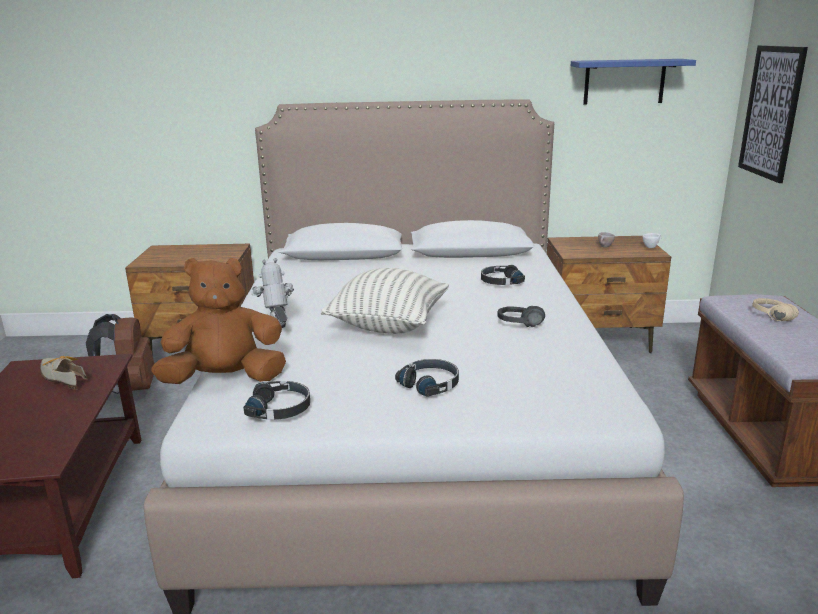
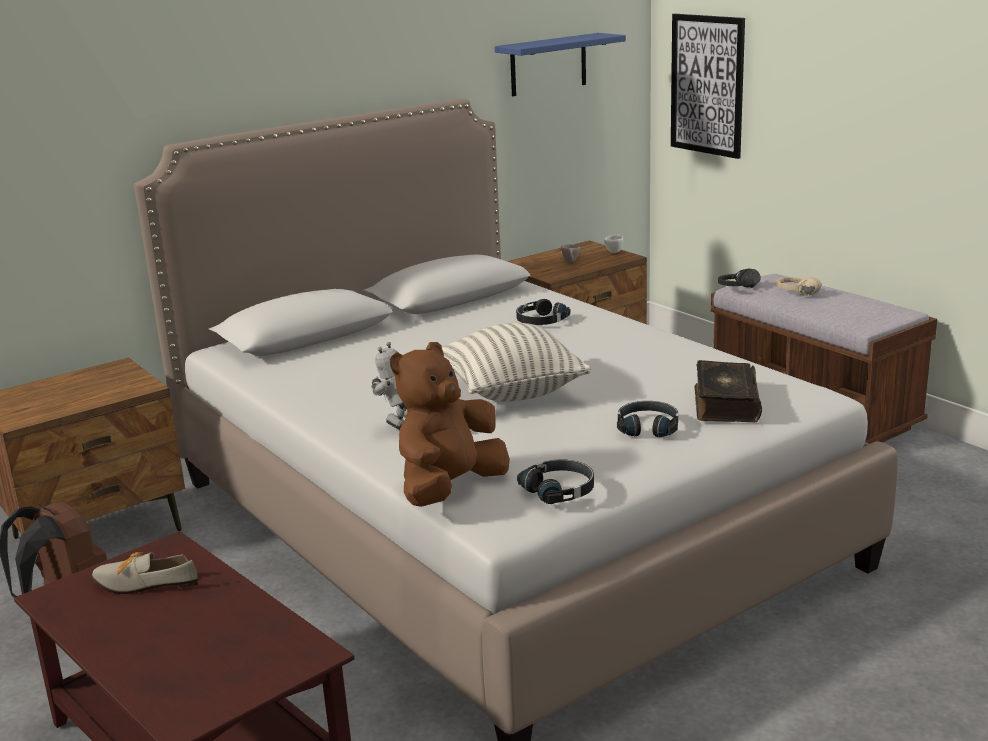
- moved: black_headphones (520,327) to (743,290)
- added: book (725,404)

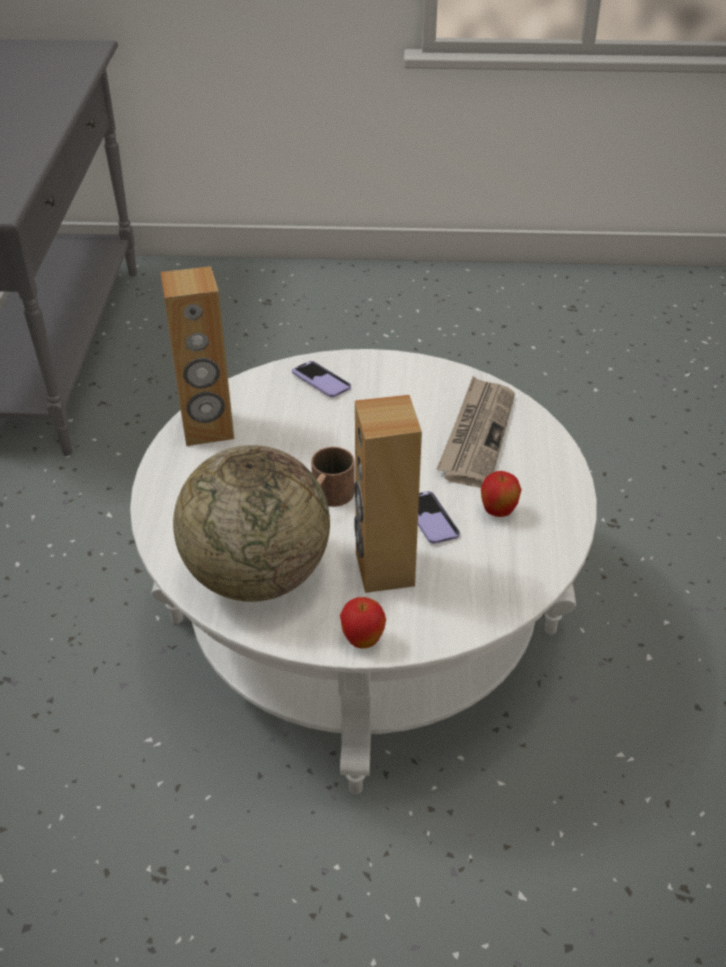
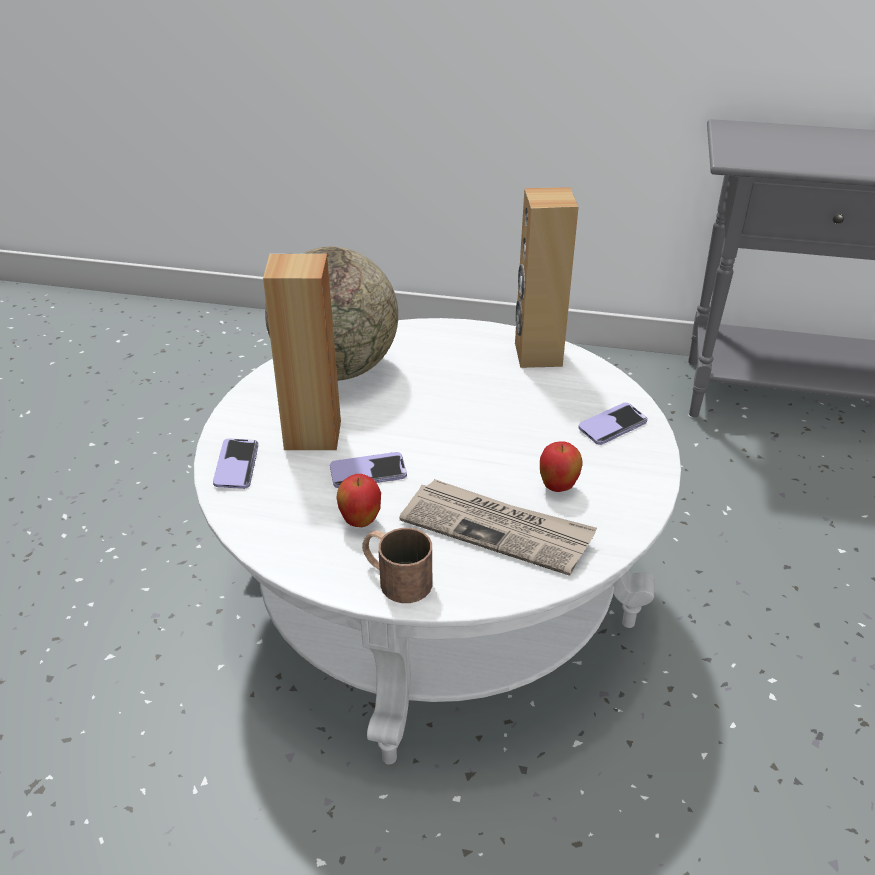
- moved: brown_mug (328,499) to (395,577)
- moved: apple (362,641) to (558,487)
- added: phone (236,465)

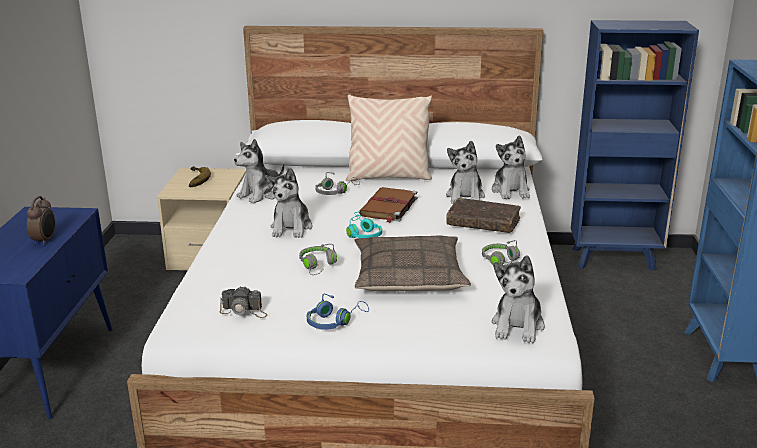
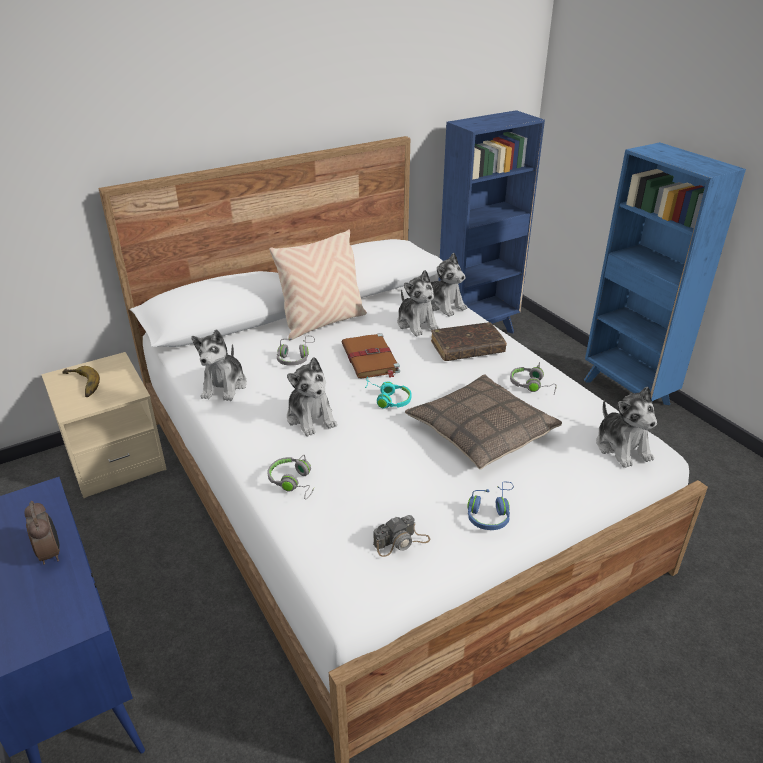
- moved: grey_headphones (318,266) to (294,482)

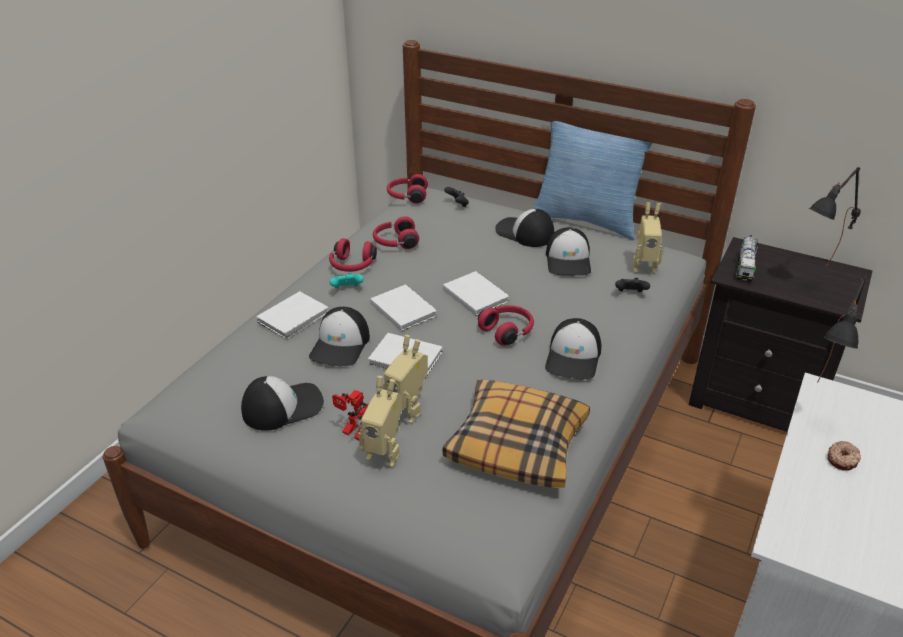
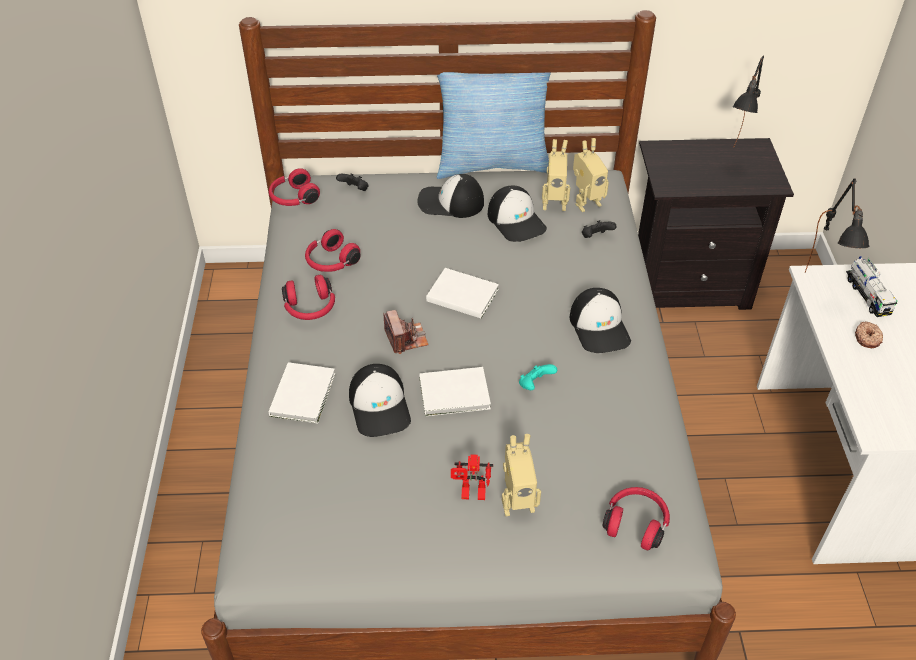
- removed: cap (283,406)
- moved: turquoise_game_controller (347,289) to (535,385)
- replaced: white_book (403,309) to photo_camera (406,339)
- moved: toy_robot (408,410) to (554,203)
- removed: pillow (517,444)
- moved: red_headphones (507,331) to (636,523)
- moved: toy_truck (744,268) to (867,296)

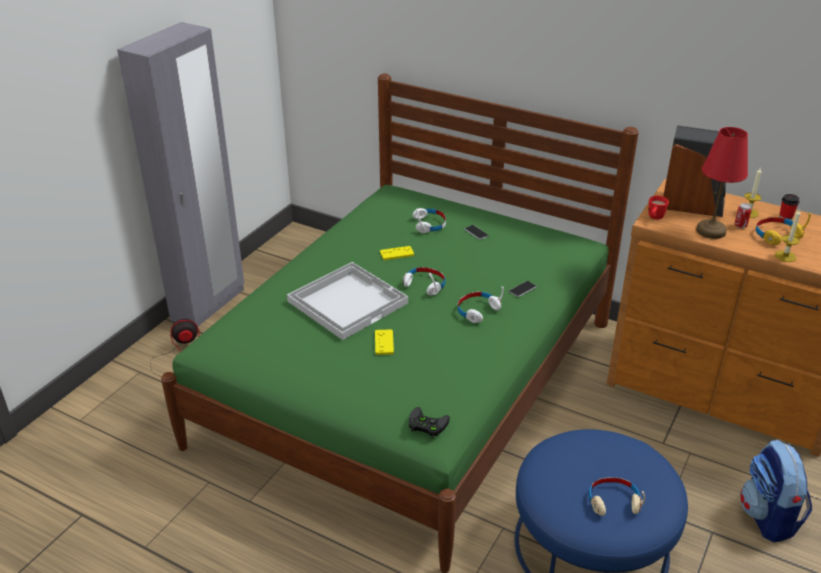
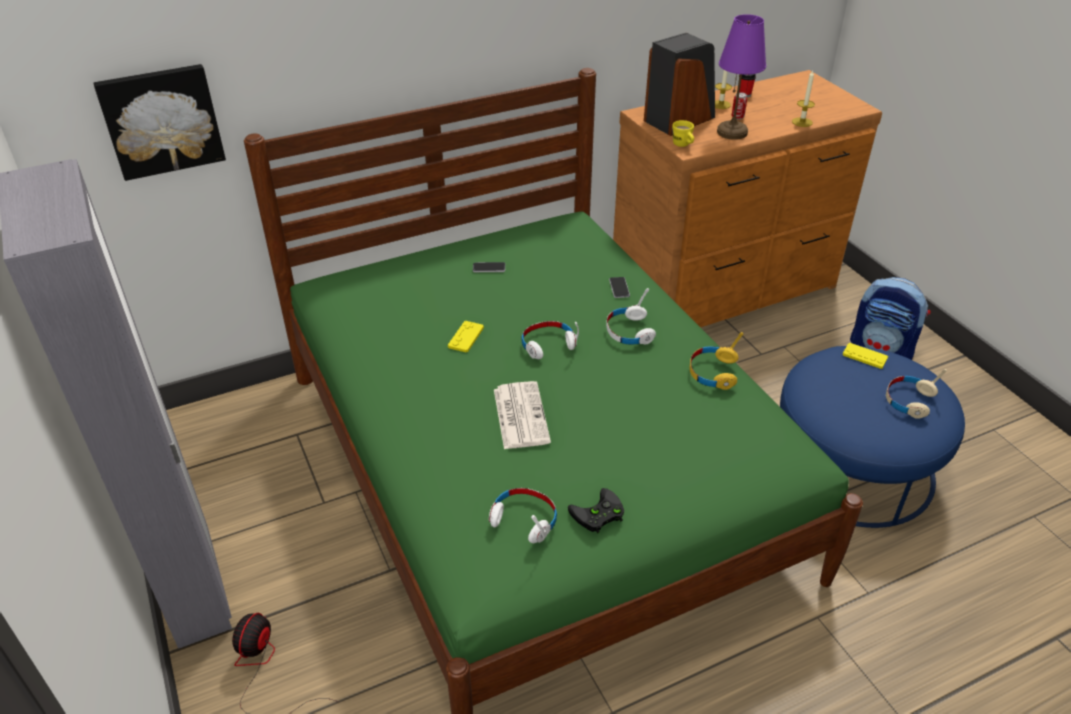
- replaced: white_tray (347,301) to newspaper (520,415)
- moved: yellow_game_controller (384,343) to (864,356)
- moved: black_game_controller (425,424) to (597,515)
- moved: white_headphones (429,225) to (524,520)
- recoloured: red_mug (654,218) to yellow_mug (683,145)
- recoloured: red_table_lamp (711,231) to purple_table_lamp (732,132)
- moved: yellow_headphones (776,235) to (712,373)
- added: picture (162,120)

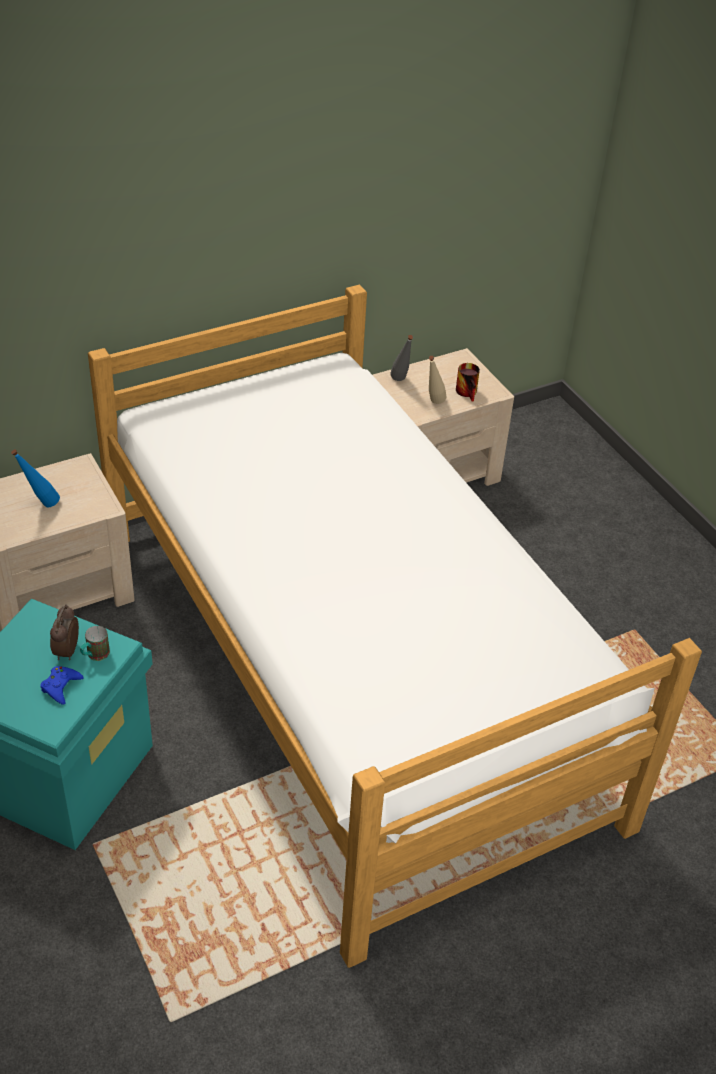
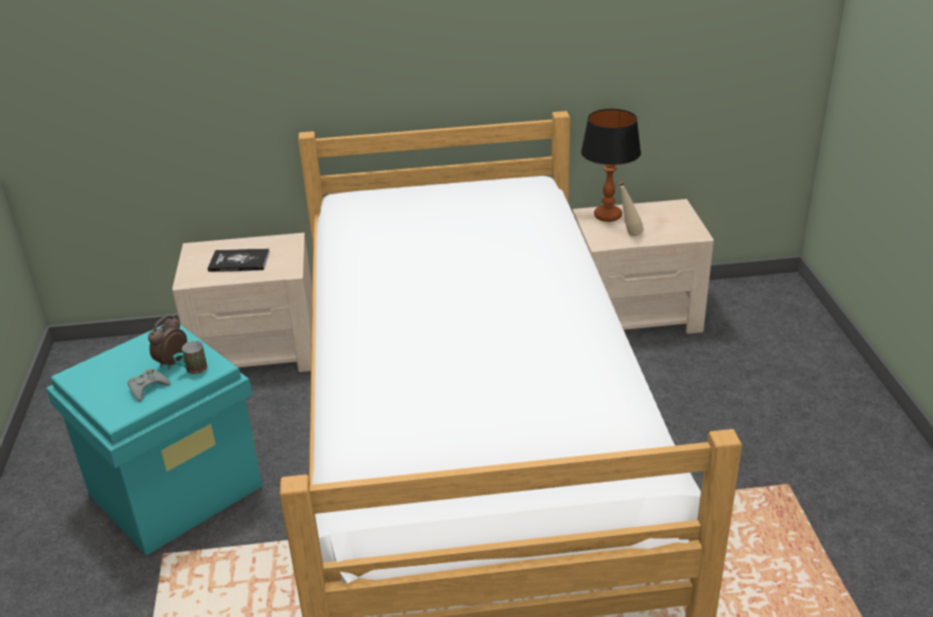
- replaced: blue_bottle (41,505) to book (239,261)
- recoloured: blue_game_controller (61,687) to grey_game_controller (147,388)
- replaced: grey_bottle (401,382) to table_lamp (607,216)
- removed: mug (469,392)

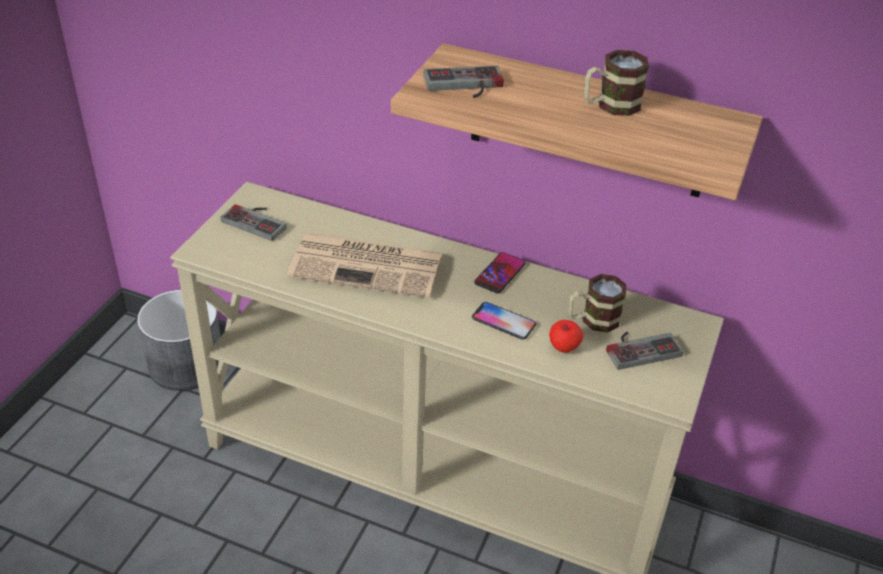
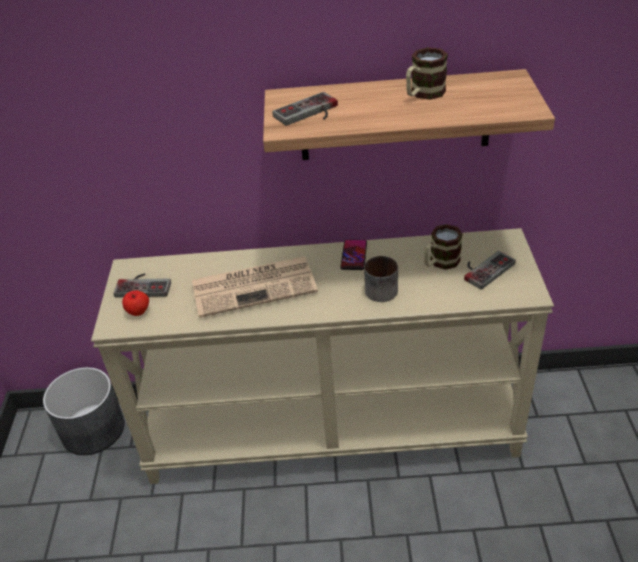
- replaced: phone (503,322) to mug (381,288)
- moved: apple (564,347) to (138,312)

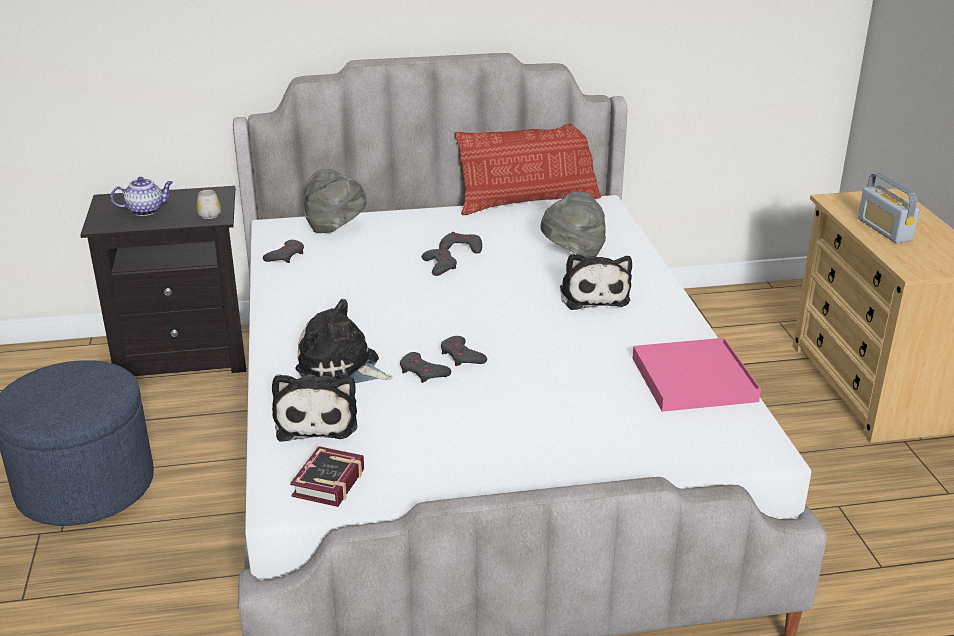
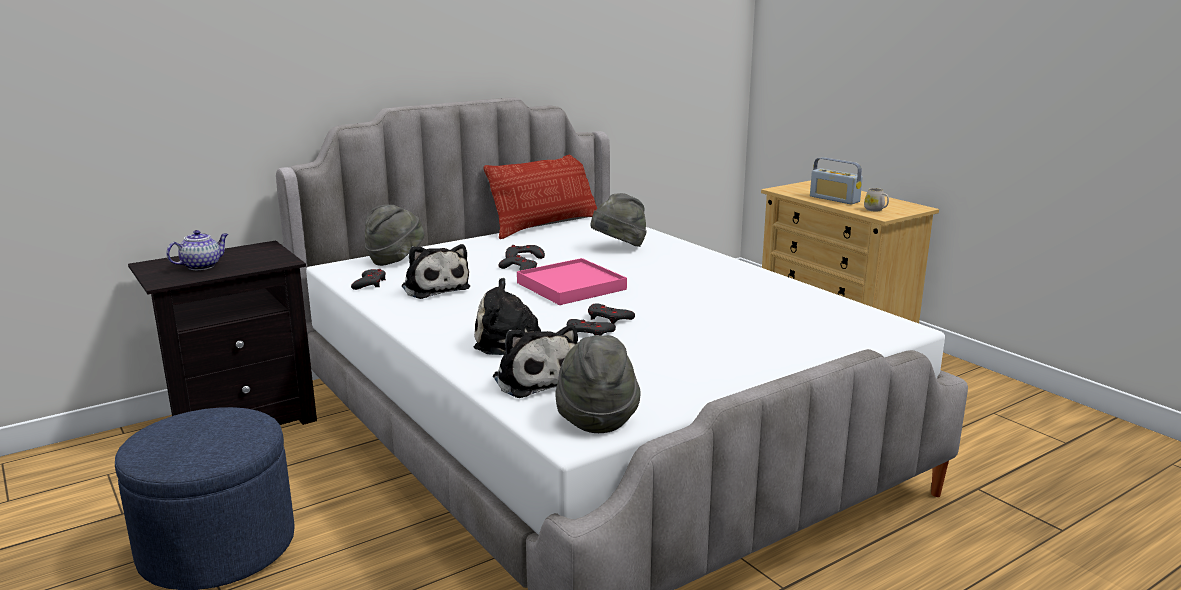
- moved: white_mug (209,216) to (876,210)
- replaced: book (325,484) to grey_hat (596,417)
- moved: plush_toy (593,295) to (434,287)
- moved: pink_tray (693,379) to (571,286)

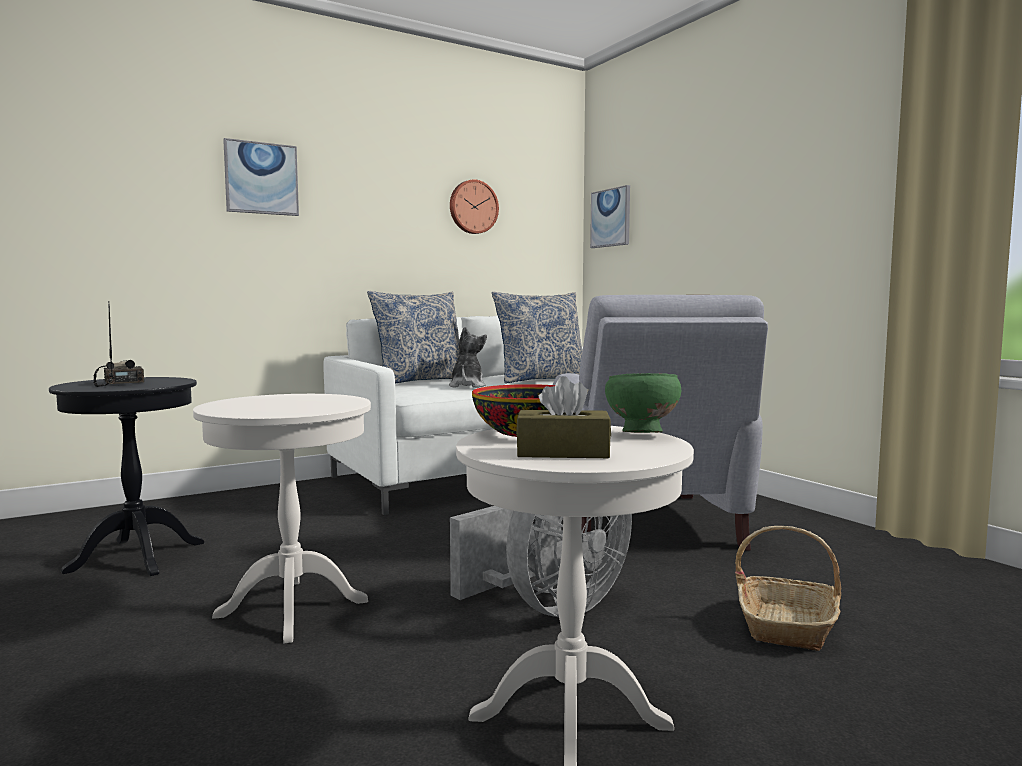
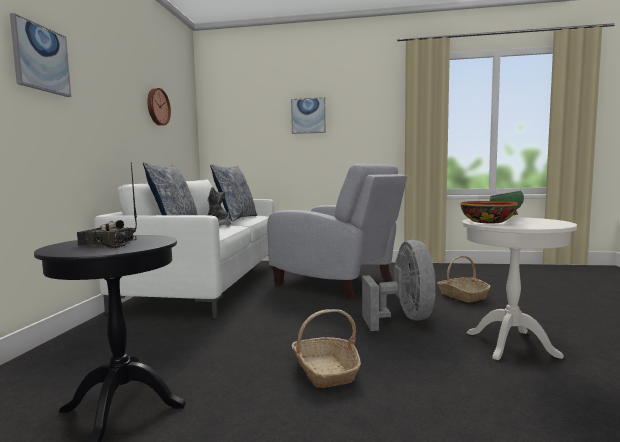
- replaced: white_side_table (292,608) to basket (325,371)
- removed: brown_tissue_box (563,452)
- moved: picture (611,218) to (308,116)

